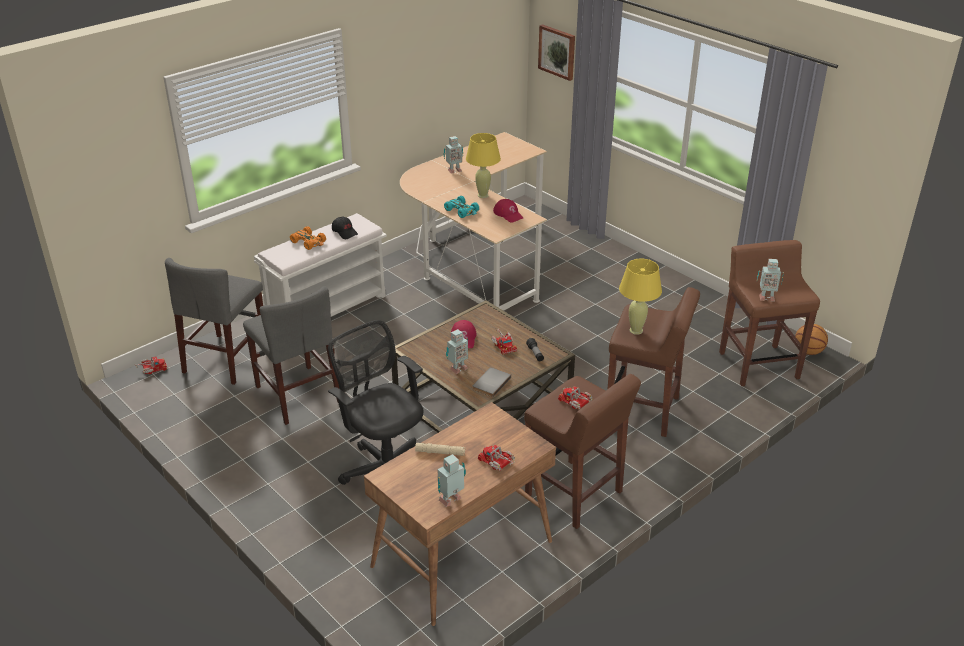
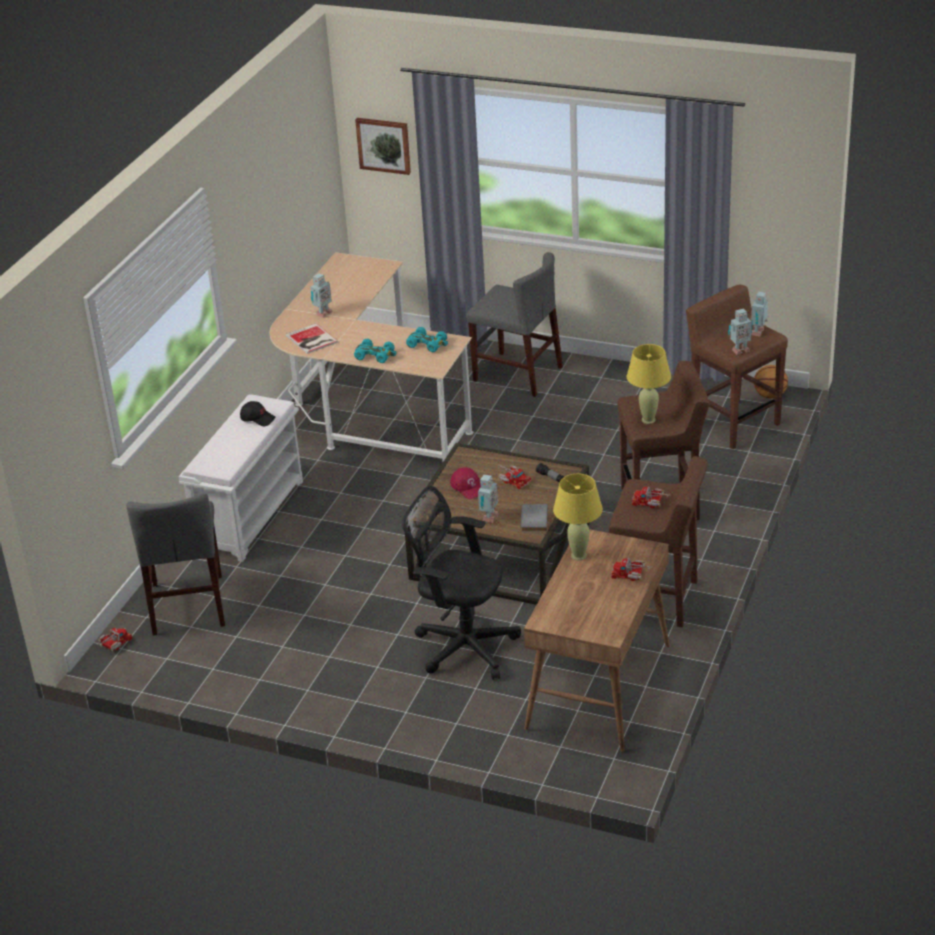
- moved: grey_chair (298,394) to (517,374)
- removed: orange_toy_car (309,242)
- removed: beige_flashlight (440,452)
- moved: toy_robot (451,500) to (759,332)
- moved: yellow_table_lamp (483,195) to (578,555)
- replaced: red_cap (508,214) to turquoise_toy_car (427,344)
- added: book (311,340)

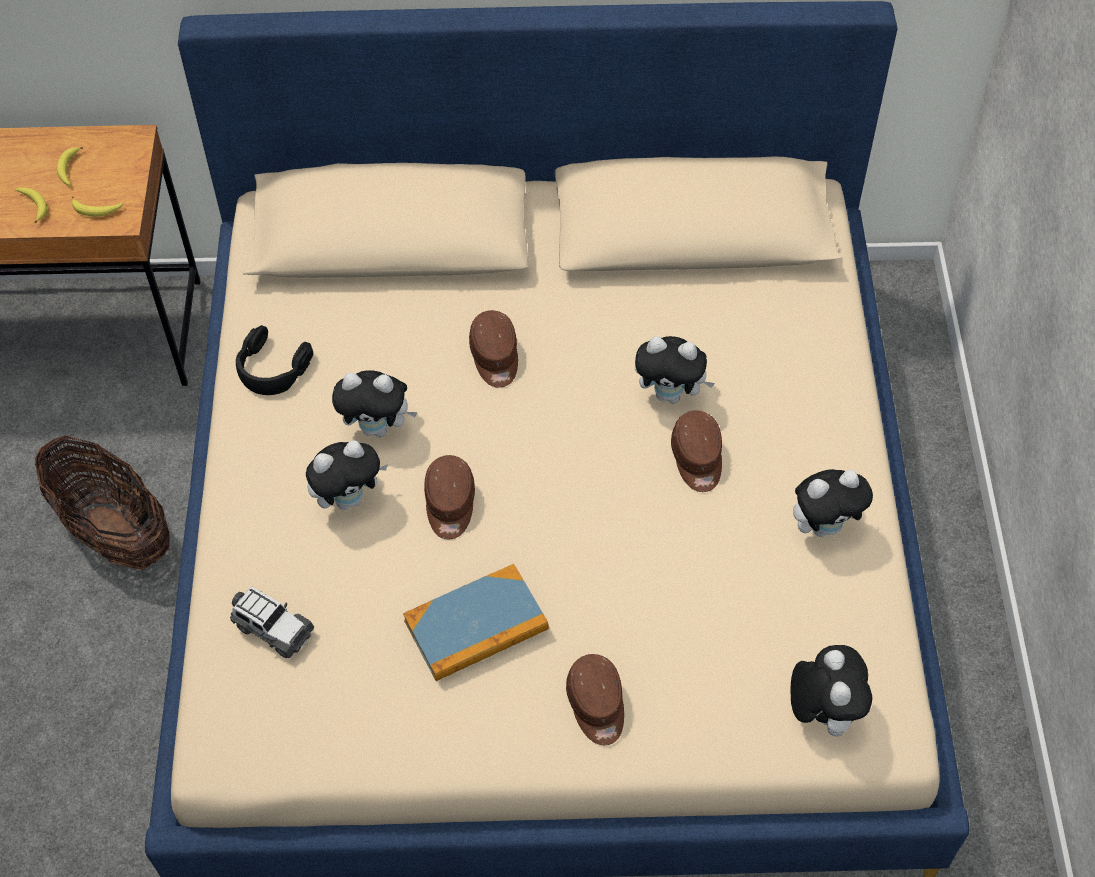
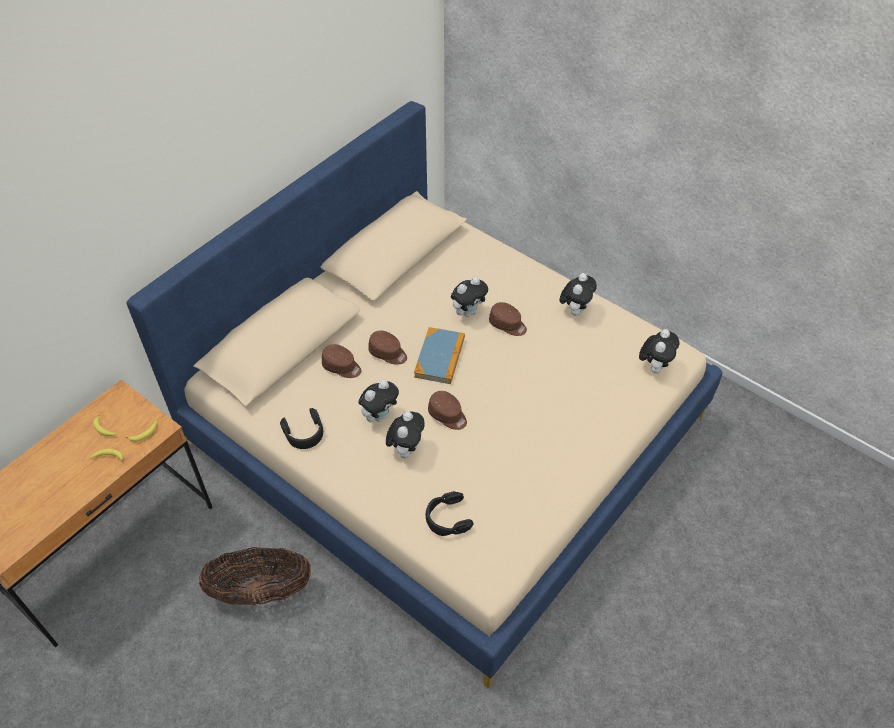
- replaced: toy_car (272,628) to black_headphones (447,518)
- moved: book (476,626) to (440,357)
- moved: brown_cap (597,706) to (342,367)
- turned: plush_toy (822,712) = (654,366) 75 degrees clockwise

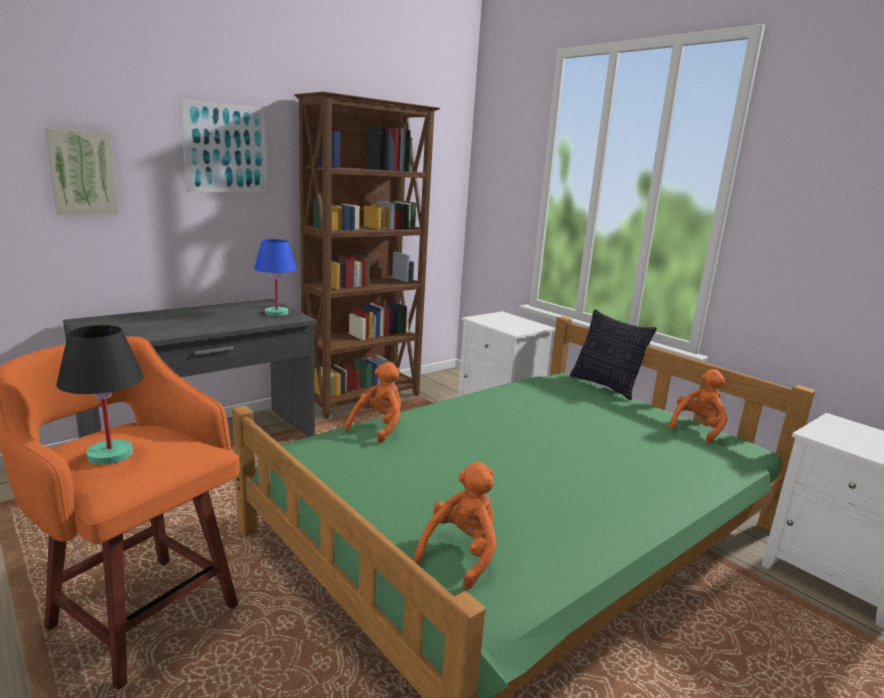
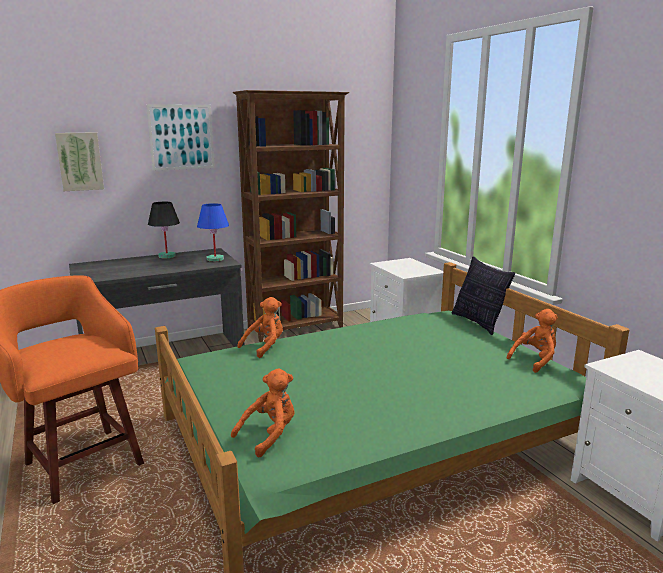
- moved: black_table_lamp (109,454) to (166,256)

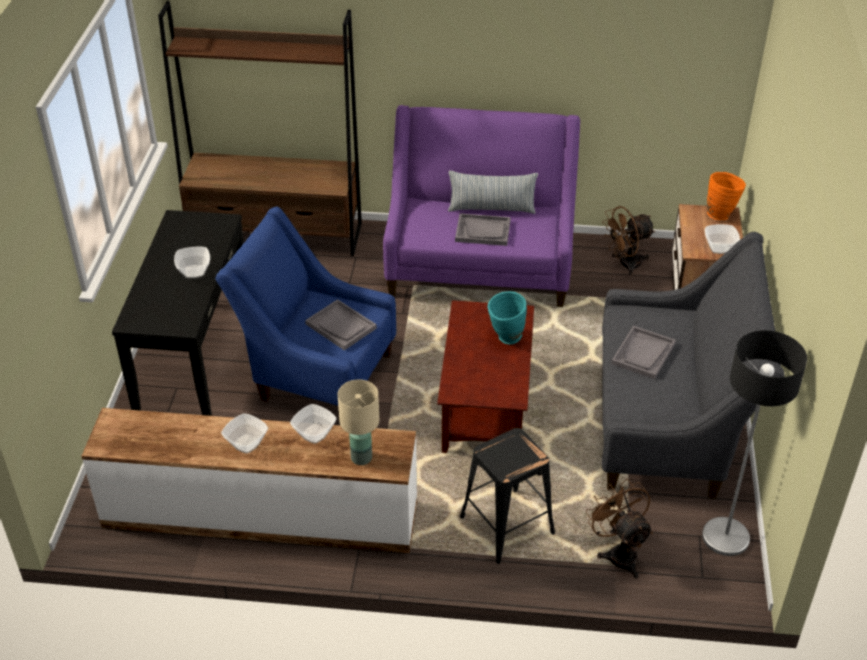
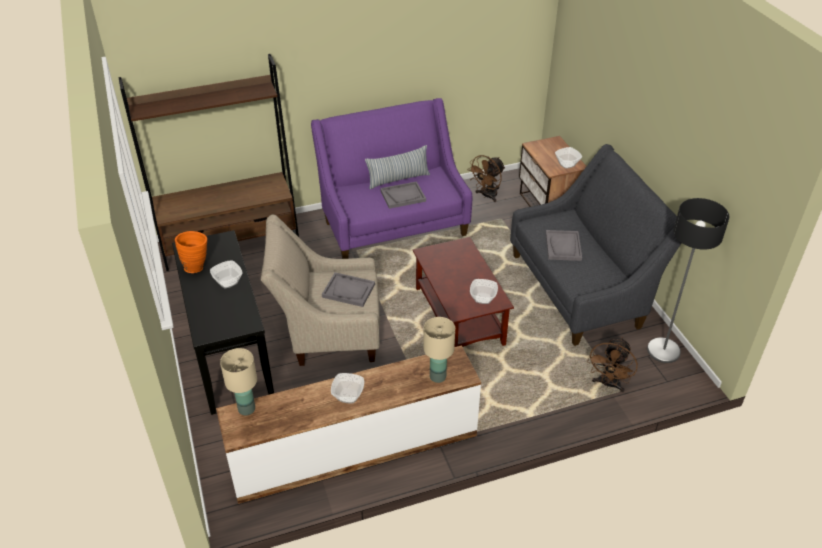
- recoloured: blue_armchair (316,373) to beige_armchair (328,333)
- moved: bowl (314,433) to (482,298)
- removed: black_stool (506,524)
- removed: turquoise_vase (505,339)
- turned: brown_fan (619,552) = (608,384) 105 degrees counterclockwise
- moved: orange_vase (721,214) to (197,266)
- added: beige_table_lamp (246,408)

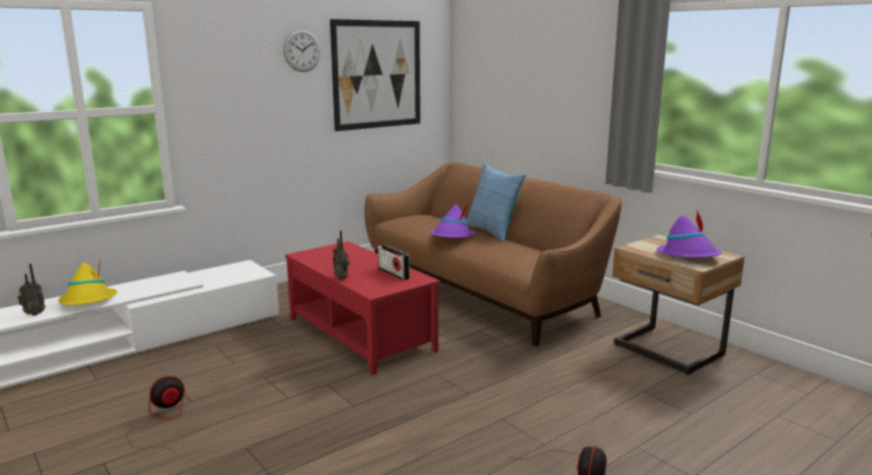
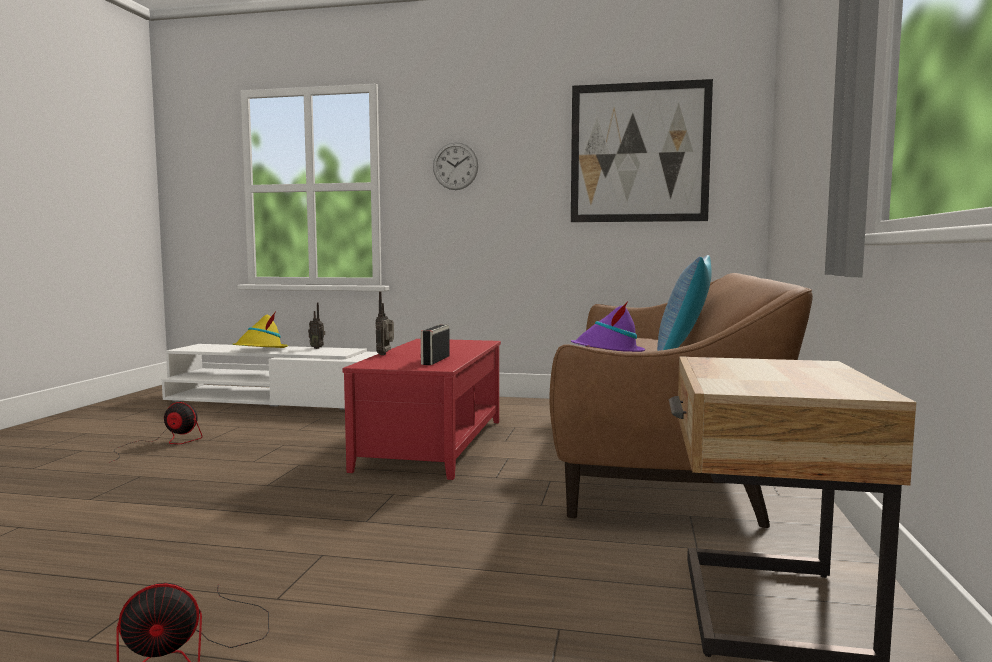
- moved: radio (34,314) to (317,348)
- moved: wall_clock (302,50) to (455,166)
- removed: purple_hat (688,256)

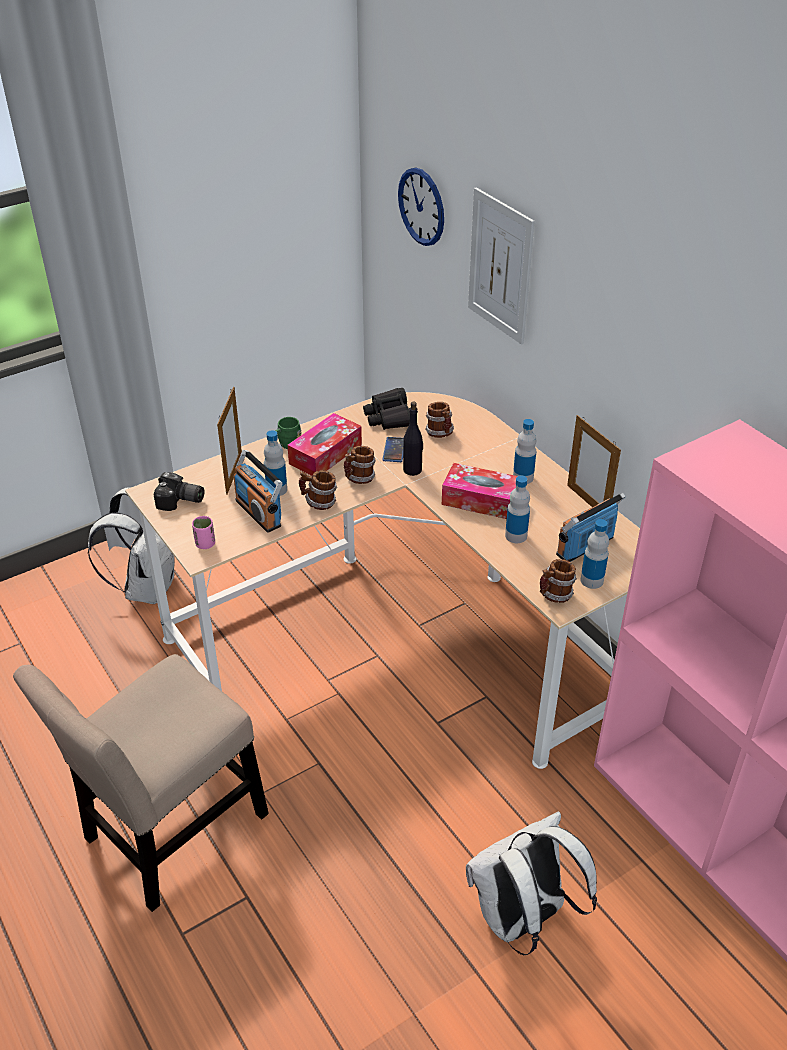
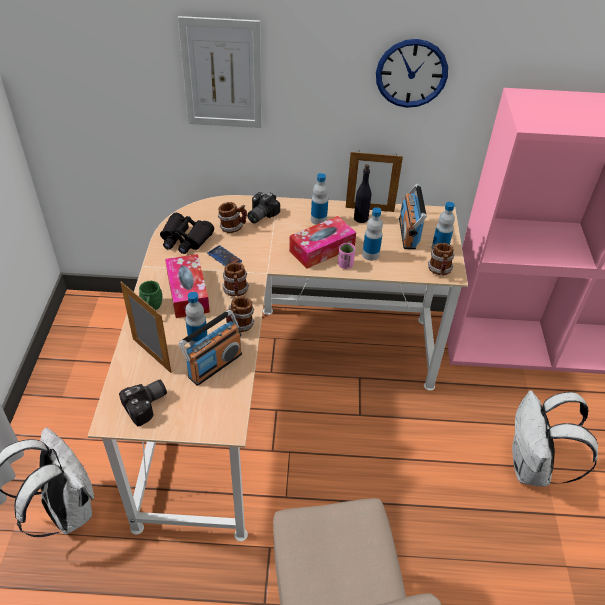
- moved: pink_cup (205,544) to (345,265)
- turned: radio (259,513) = (214,365) 45 degrees counterclockwise
- moved: wall_clock (421,206) to (411,73)
- moved: black_bottle (412,470) to (361,218)
- added: photo_camera (259,215)

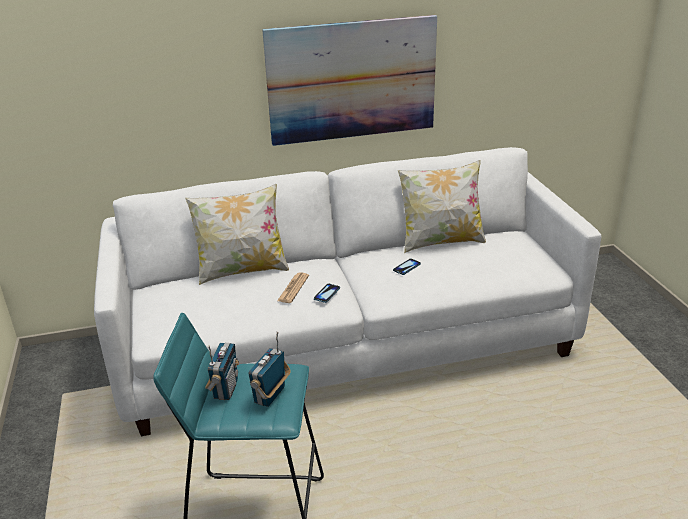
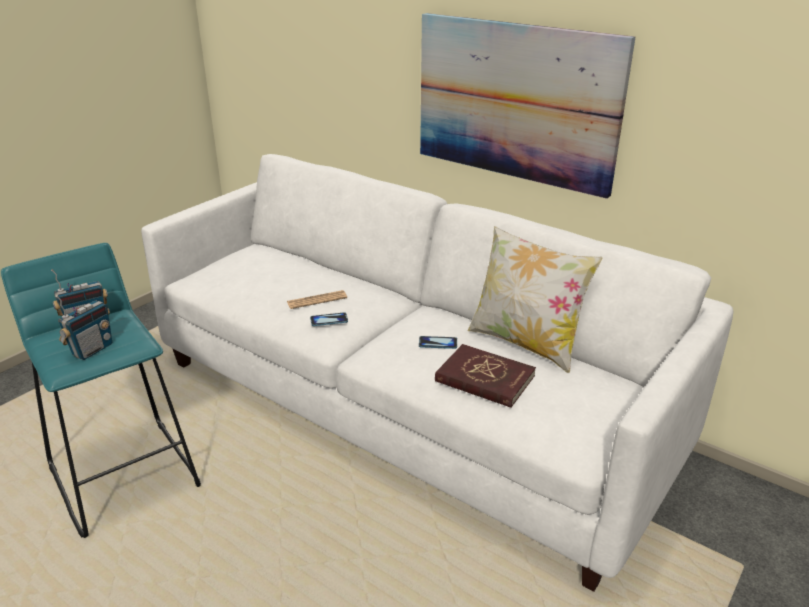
- removed: pillow (242,270)
- turned: radio (270,395) = (92,350) 135 degrees clockwise
- added: red_book (484,379)

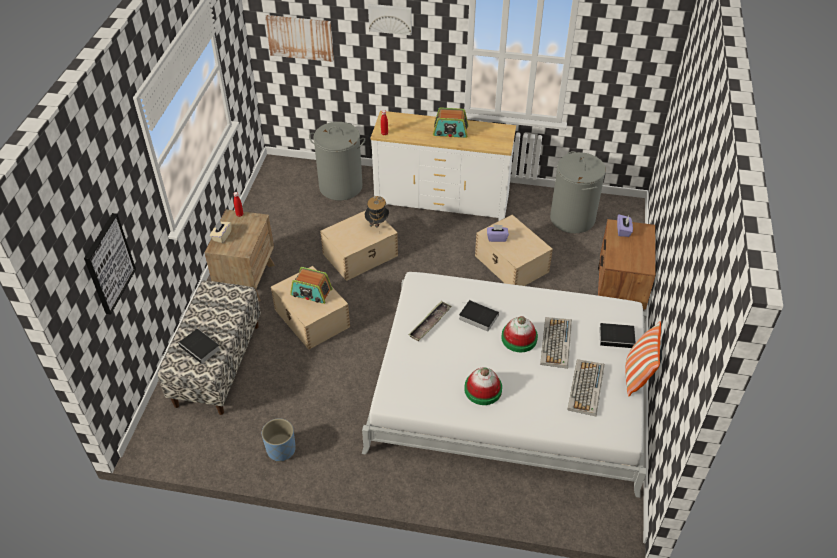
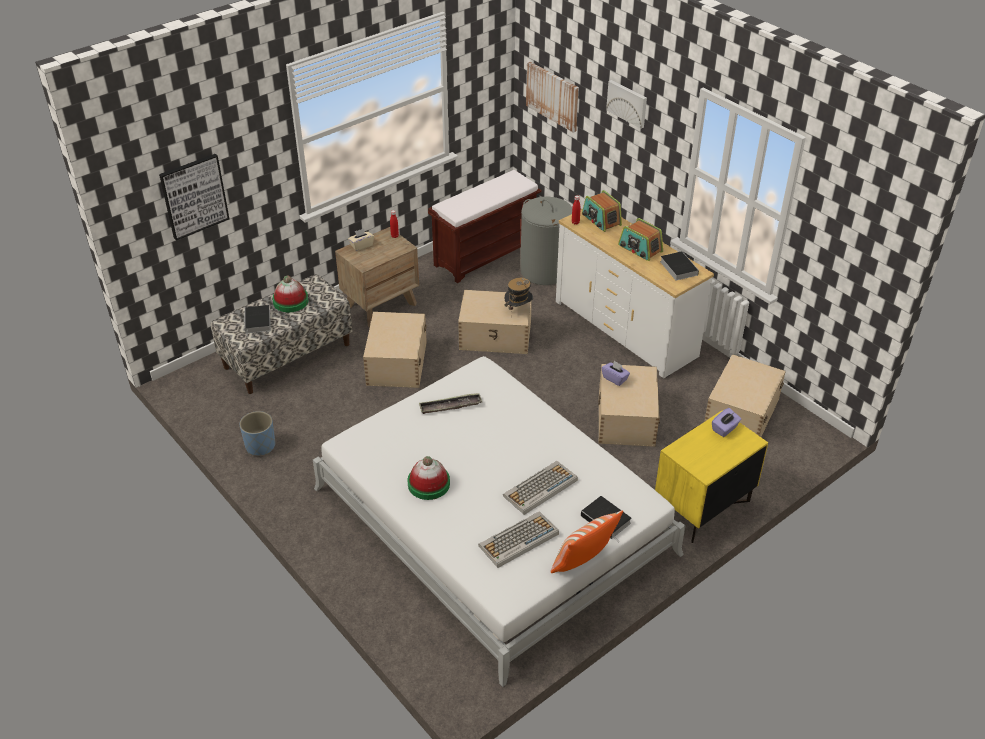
- moved: radio (311,293) to (601,220)
- moved: book (477,317) to (677,267)
- moved: hat (519,338) to (290,301)
- replaced: grey_laundry_basket (572,218) to beige_storage_box (740,413)
- recoloured: brown_nightstand (618,295) to yellow_nightstand (702,507)
- added: brown_bench (485,254)

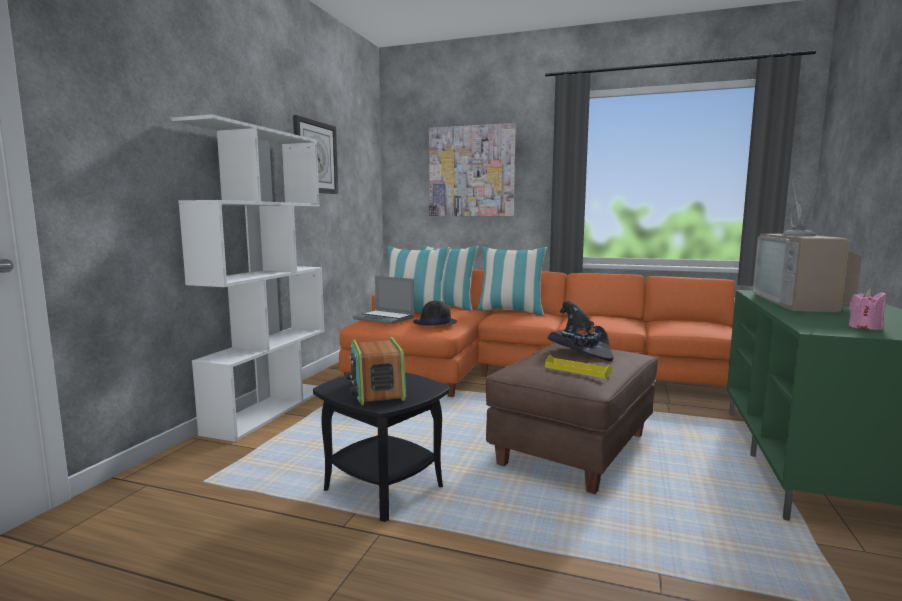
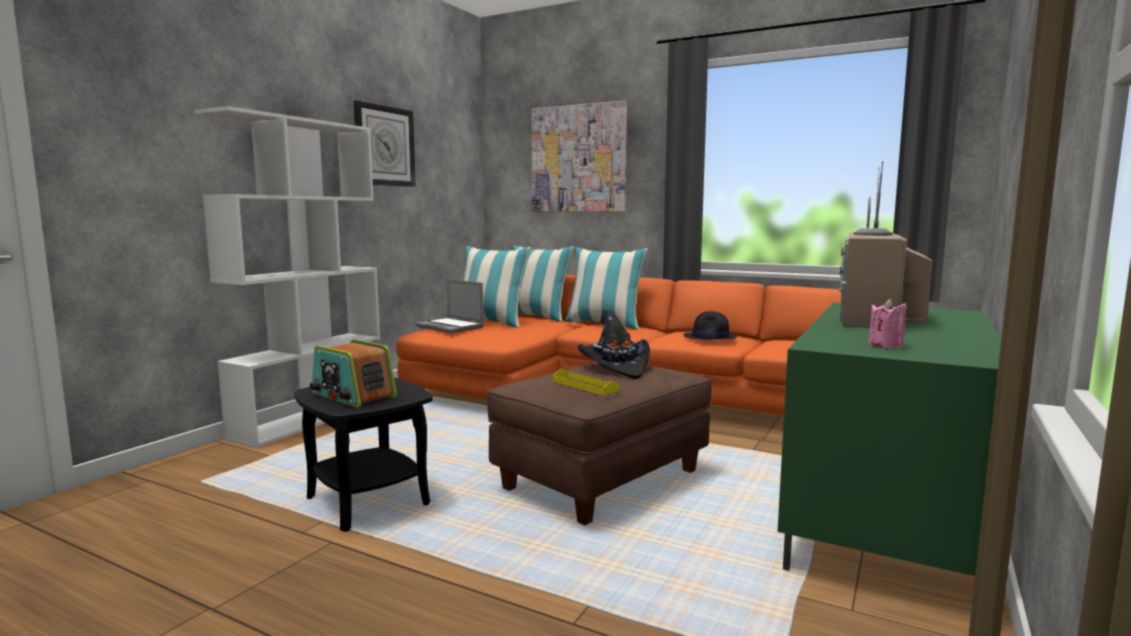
- turned: radio (376,391) = (353,396) 45 degrees counterclockwise
- moved: black_hat (435,322) to (710,337)

